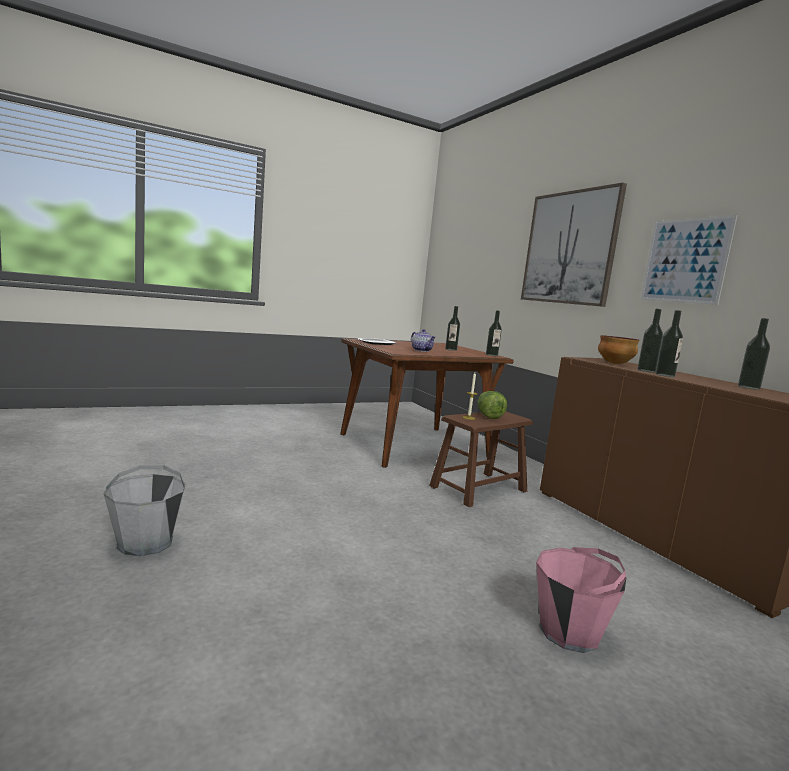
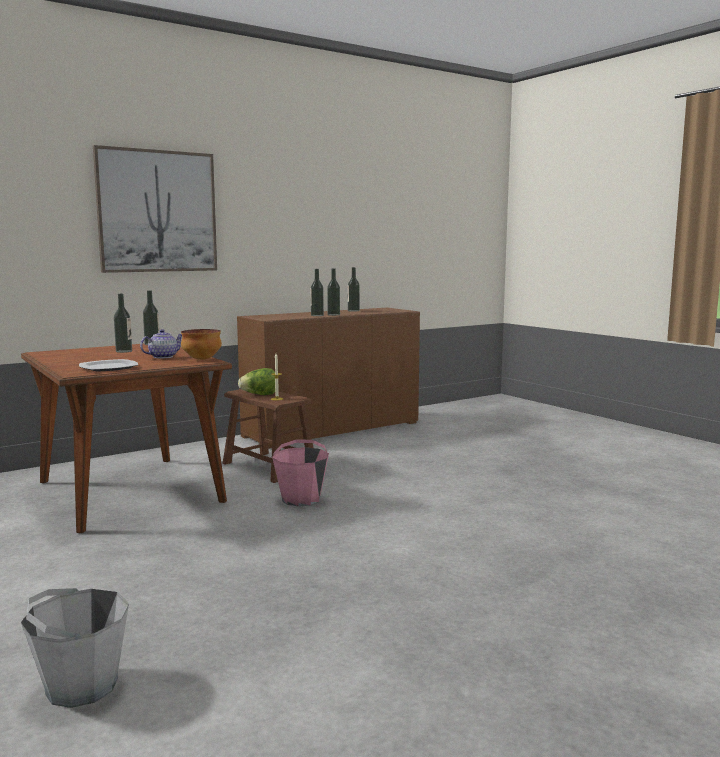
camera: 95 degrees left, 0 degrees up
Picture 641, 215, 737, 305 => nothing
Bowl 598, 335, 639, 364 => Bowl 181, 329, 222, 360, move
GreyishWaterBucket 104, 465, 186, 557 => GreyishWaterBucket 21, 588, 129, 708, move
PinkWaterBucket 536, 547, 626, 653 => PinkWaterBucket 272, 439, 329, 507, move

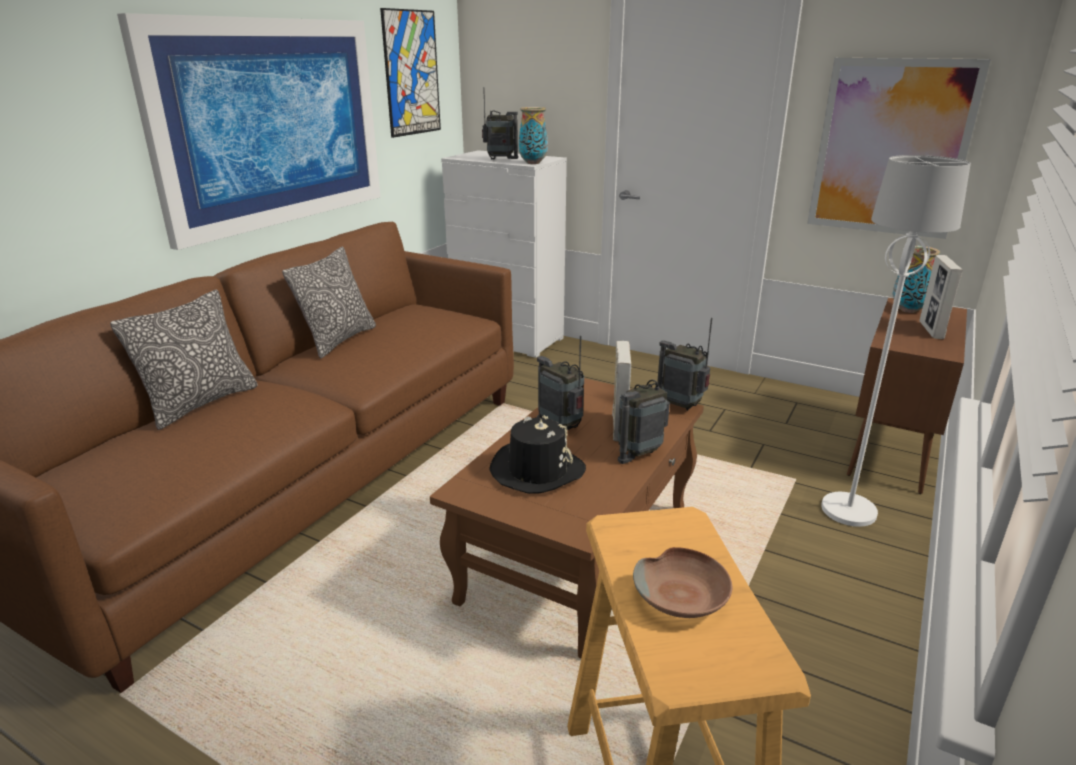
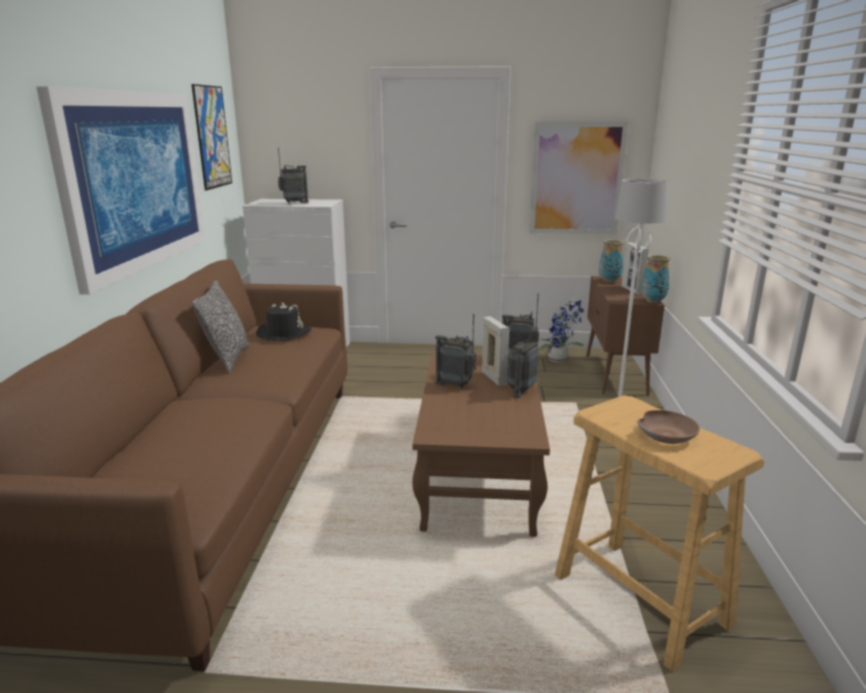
camera: 25 degrees left, 5 degrees down
Vase 518, 107, 548, 164 => Vase 641, 255, 671, 303, move
Pillow 110, 290, 258, 430 => nothing
BlackColouredHat 489, 415, 586, 494 => BlackColouredHat 256, 303, 312, 341, move
nothing => Houseplant 540, 298, 584, 363

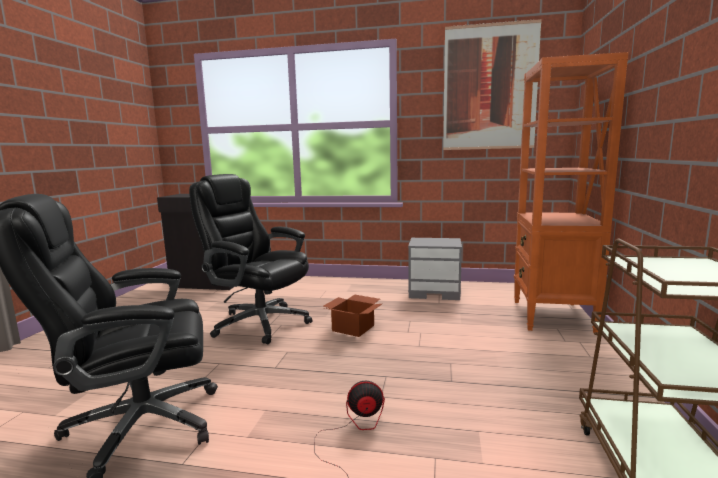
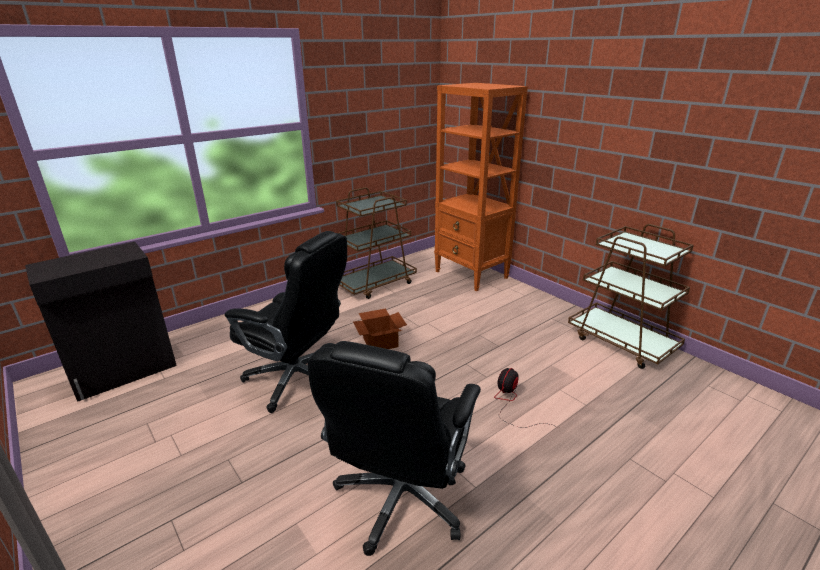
camera: 50 degrees left, 15 degrees up
Picture 443, 19, 542, 150 => nothing
BlackColouredOfficeChair 189, 174, 312, 344 => BlackColouredOfficeChair 225, 231, 347, 413, 135 degrees counterclockwise
GreyishNightstand 408, 238, 462, 300 => BrownColouredCart 336, 187, 417, 299

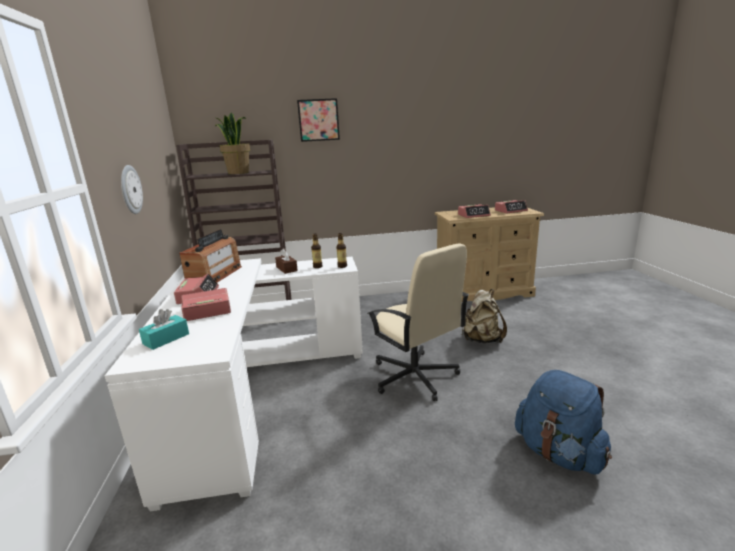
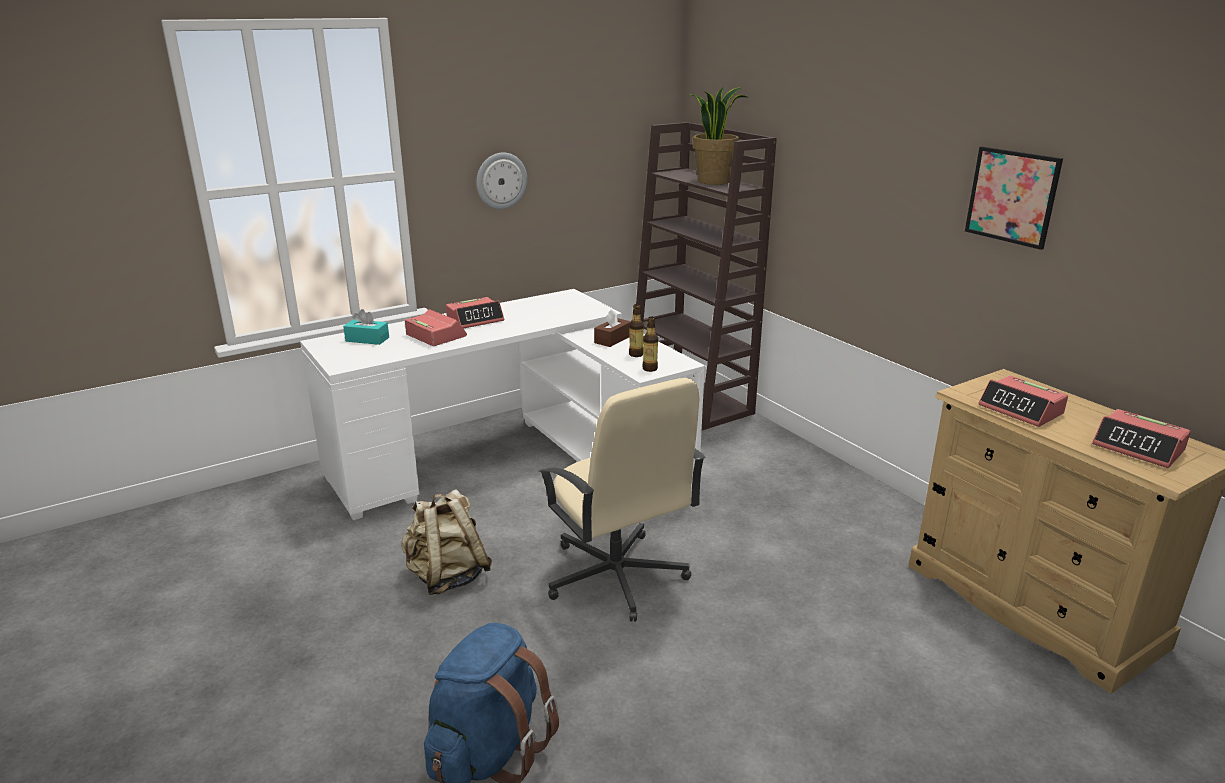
camera: 65 degrees right, 5 degrees up
Picture 297, 98, 340, 142 => Picture 965, 147, 1063, 250, move
RadioSet 179, 229, 242, 282 => nothing
BeigeOfficeChair 367, 243, 469, 401 => BeigeOfficeChair 538, 378, 706, 622, 60 degrees counterclockwise
BeigeKnapsack 462, 289, 507, 343 => BeigeKnapsack 401, 489, 493, 595, move

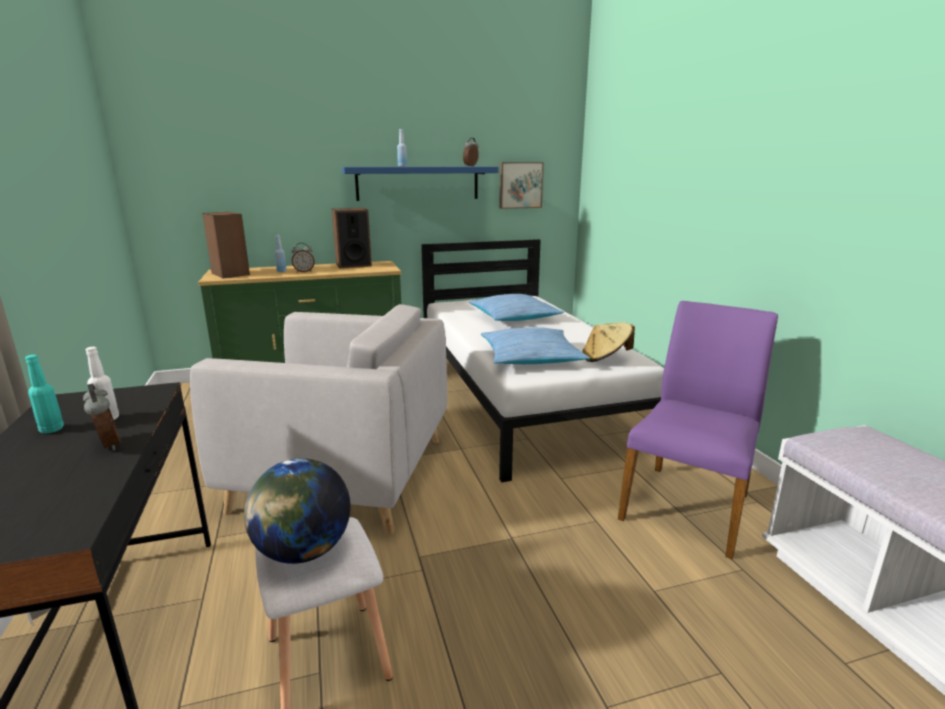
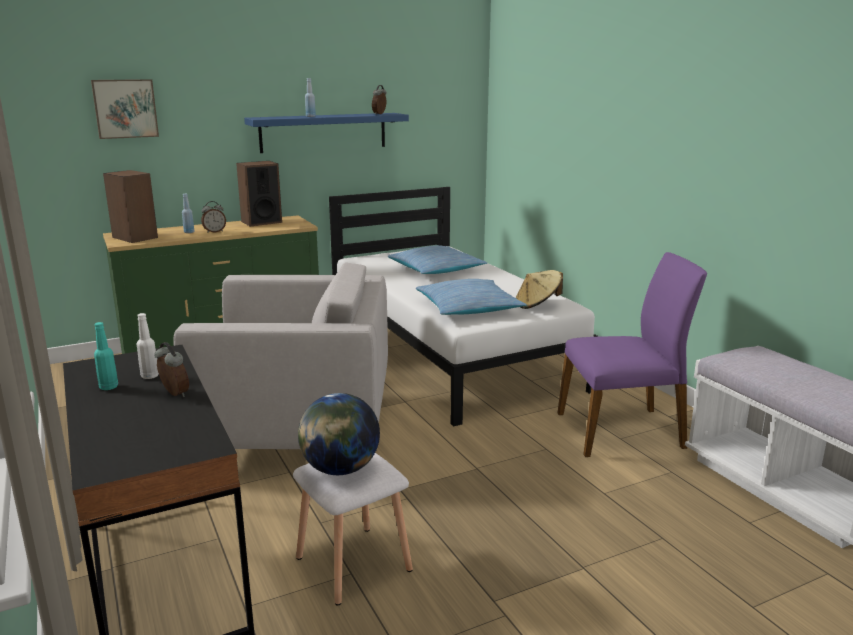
camera: 10 degrees left, 0 degrees up
Picture 499, 162, 544, 209 => Picture 91, 79, 159, 139, move
PurplePlainChair 618, 301, 778, 559 => PurplePlainChair 558, 252, 707, 457, 60 degrees clockwise

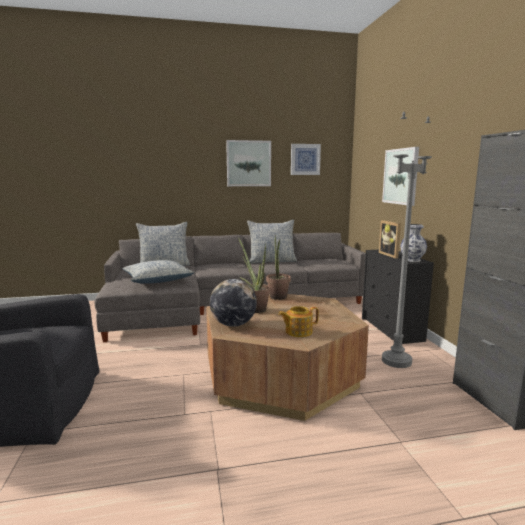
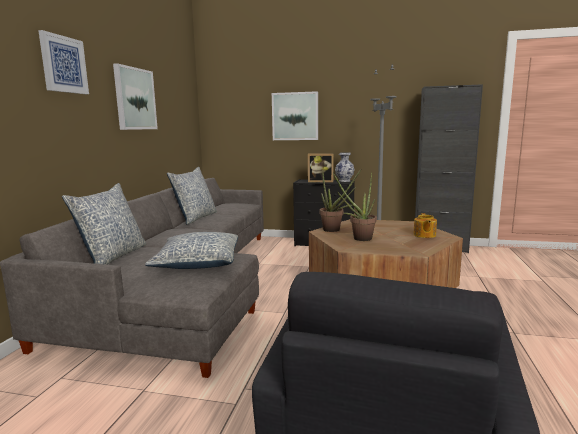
camera: 65 degrees left, 0 degrees up
Picture 291, 144, 321, 175 => Picture 38, 30, 89, 94, move
Globe 210, 279, 257, 327 => nothing

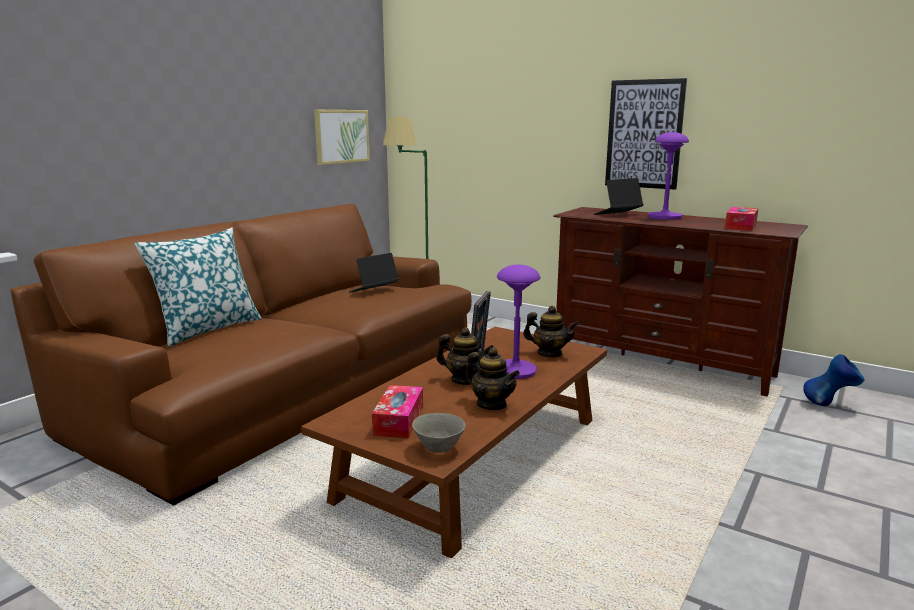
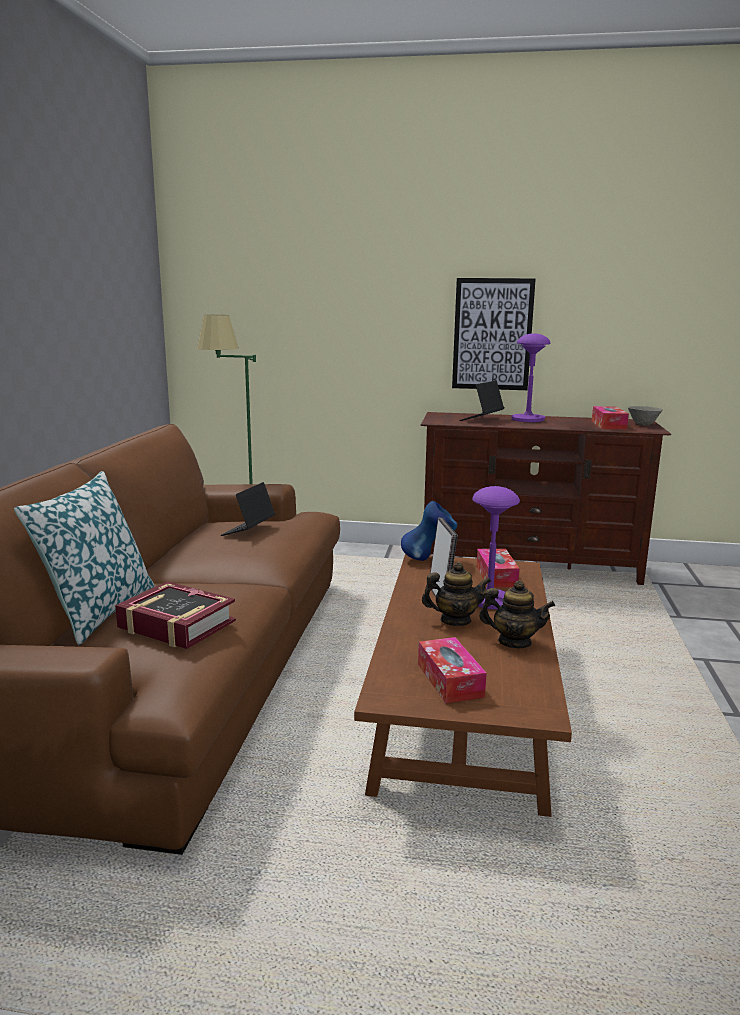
camera: 25 degrees left, 0 degrees up
Picture 314, 110, 370, 165 => nothing
Teapot 523, 306, 579, 357 => BoxOfTissues 477, 549, 520, 588
BlueColouredVase 803, 354, 864, 406 => BlueColouredVase 401, 501, 458, 561, move
GreyishBowl 412, 413, 466, 453 => GreyishBowl 628, 406, 663, 425, move
nothing => Volume 115, 581, 236, 649

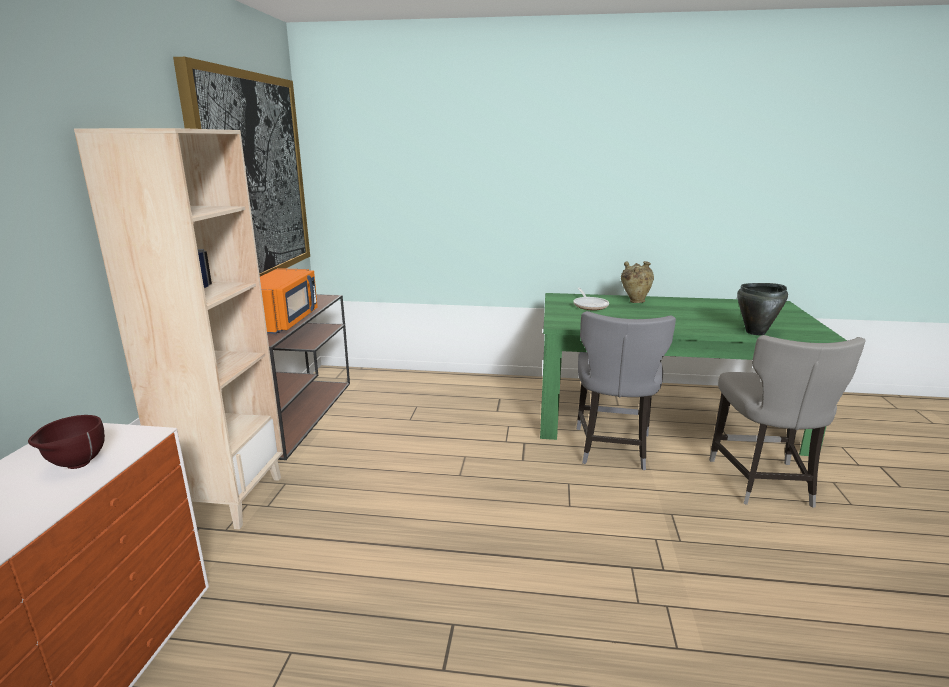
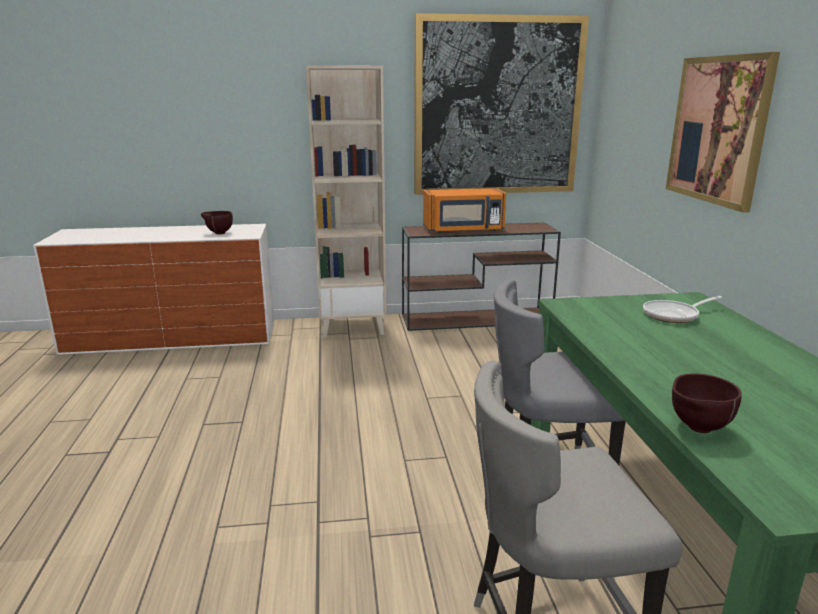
camera: 75 degrees right, 0 degrees up
BeigeVase 621, 261, 654, 303 => nothing
BlackColouredStockpot 737, 283, 788, 335 => BrownColouredBowl 672, 373, 742, 433
nothing => Picture 666, 52, 780, 213

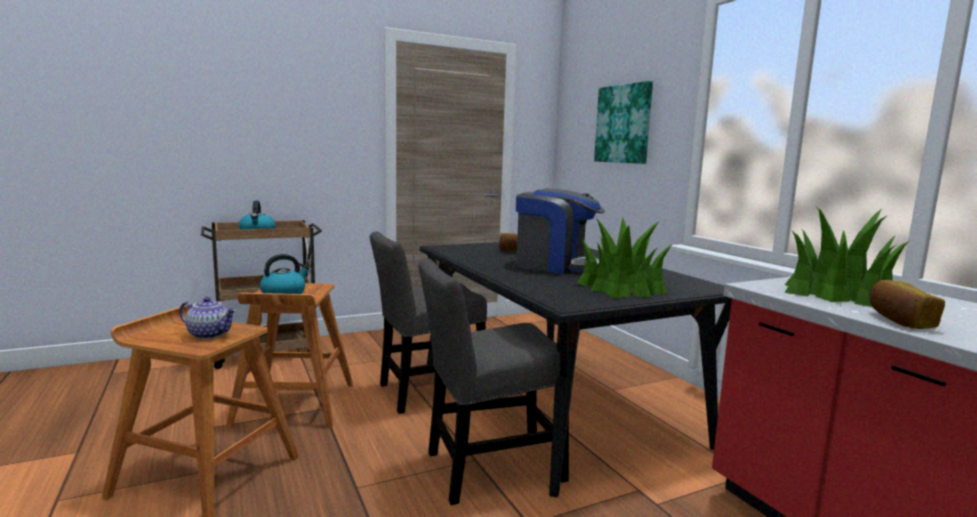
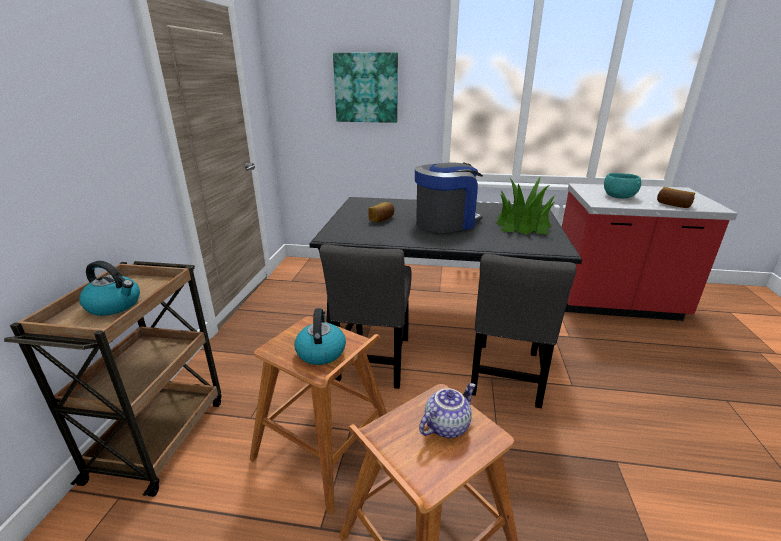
camera: 55 degrees left, 15 degrees up
Houseplant 784, 207, 909, 307 => TurquoiseColouredBowl 604, 173, 641, 199

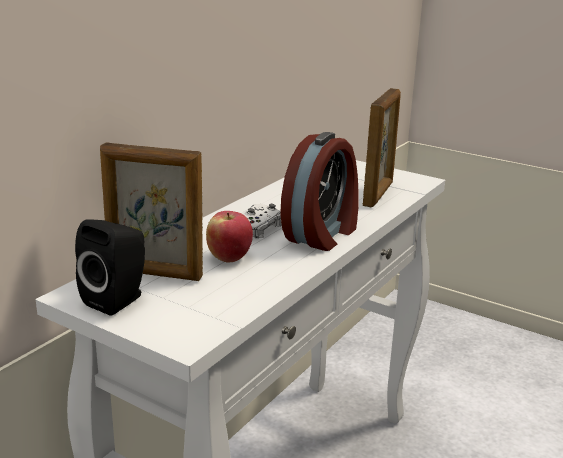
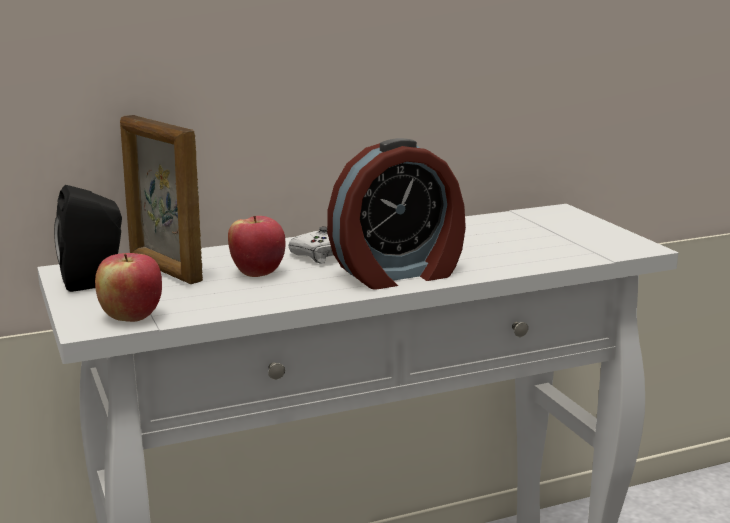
camera: 35 degrees right, 5 degrees down
PhotoFrame 362, 88, 401, 207 => nothing
nothing => AppleFruit 95, 253, 162, 322

